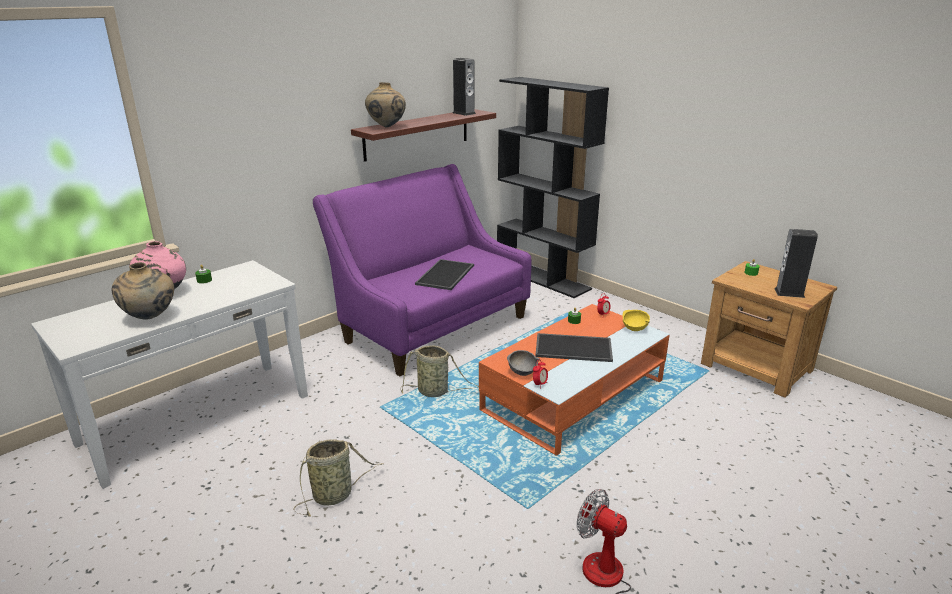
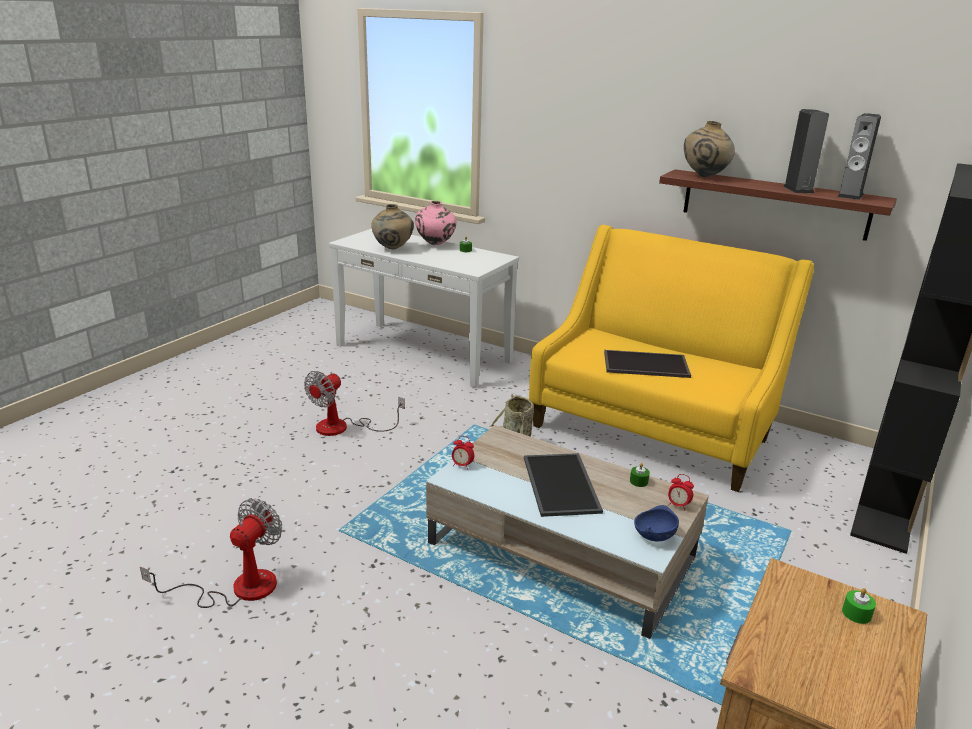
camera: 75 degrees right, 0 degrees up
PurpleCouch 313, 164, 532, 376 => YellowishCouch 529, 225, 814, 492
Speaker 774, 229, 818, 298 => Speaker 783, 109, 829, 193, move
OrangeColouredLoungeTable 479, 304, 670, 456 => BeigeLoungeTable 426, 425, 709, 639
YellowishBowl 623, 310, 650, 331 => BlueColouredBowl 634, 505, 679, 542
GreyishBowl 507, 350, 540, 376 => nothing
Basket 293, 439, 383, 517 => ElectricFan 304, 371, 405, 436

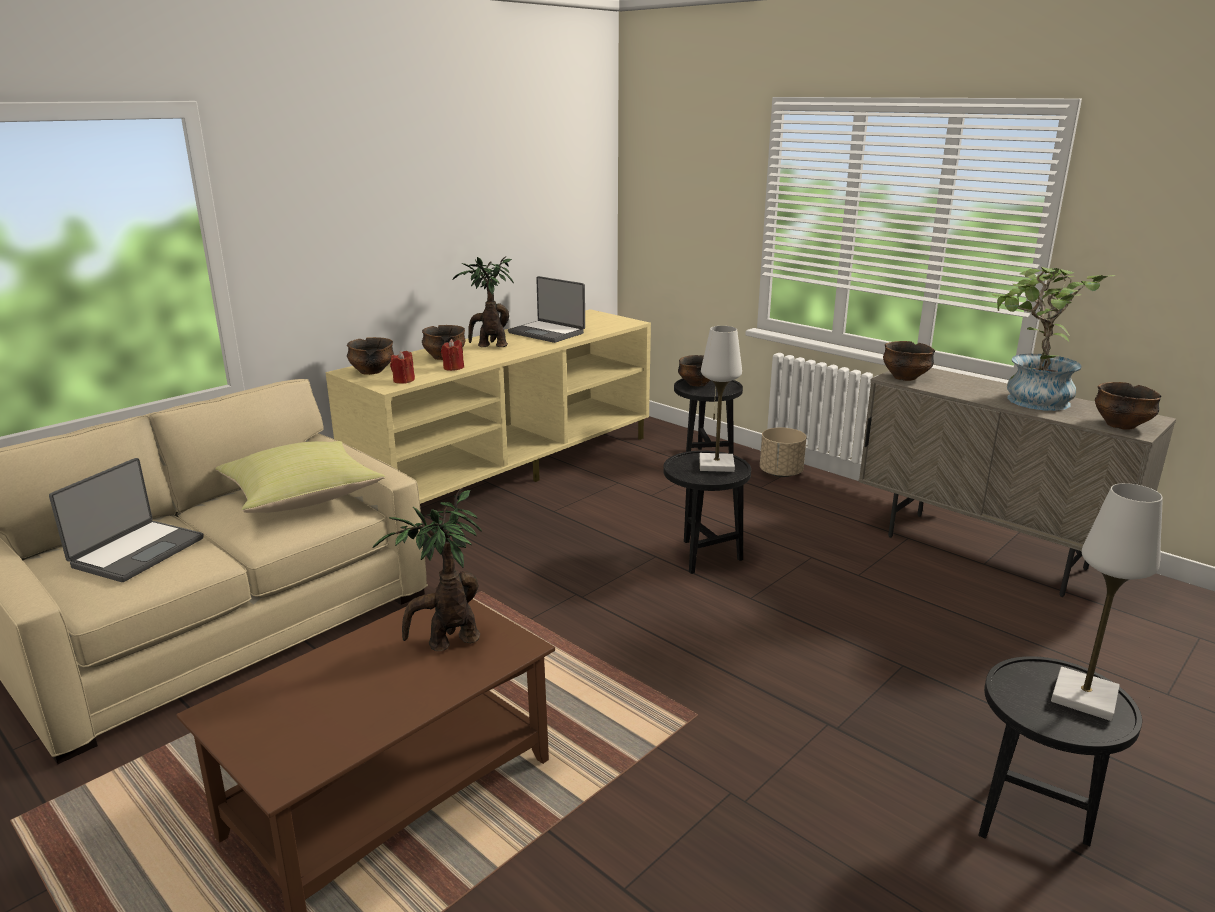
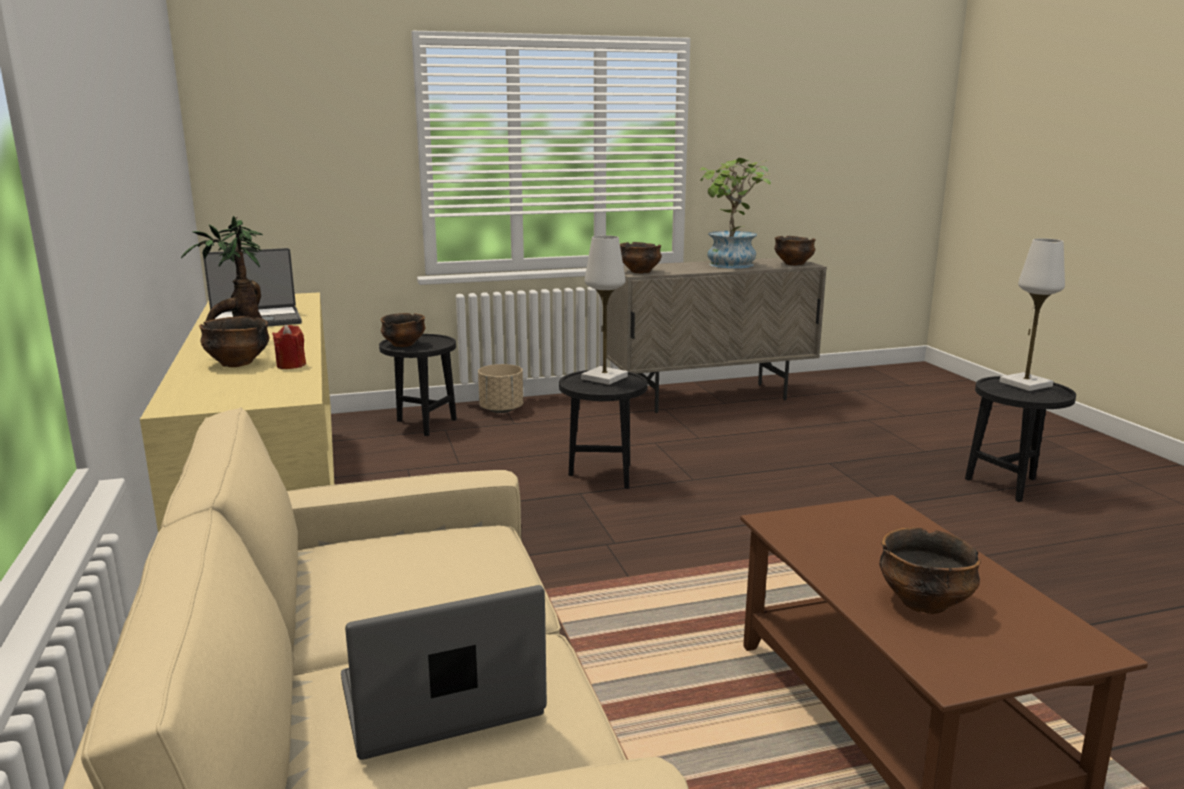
camera: 60 degrees left, 5 degrees down
Bowl 347, 337, 394, 375 => Bowl 879, 527, 981, 614, move
RedColouredWaxLight 390, 351, 415, 384 => nothing
YellowishPillow 215, 441, 385, 513 => nothing
PortableComputer 49, 458, 204, 582 => PortableComputer 341, 585, 547, 760, 75 degrees counterclockwise
Houseplant 372, 488, 482, 651 => nothing

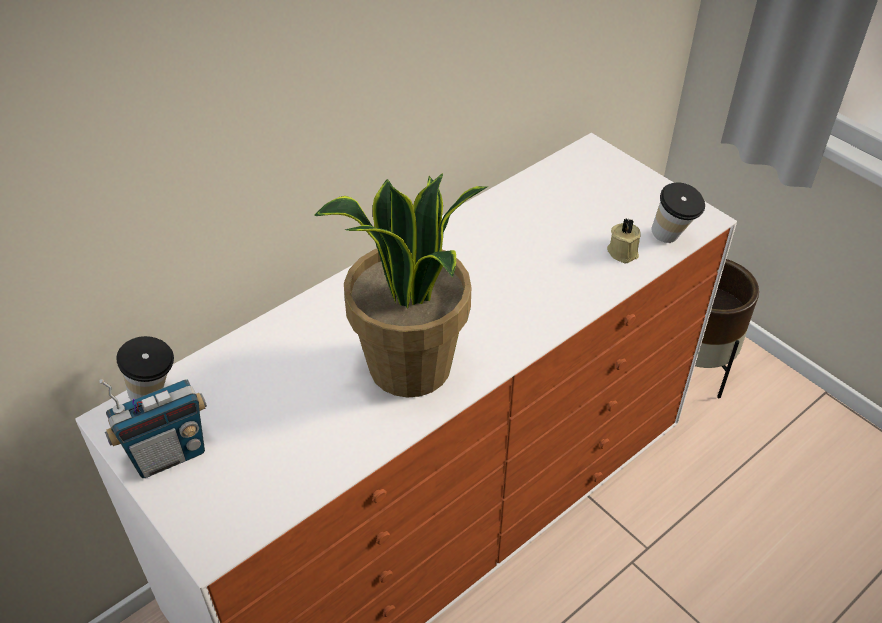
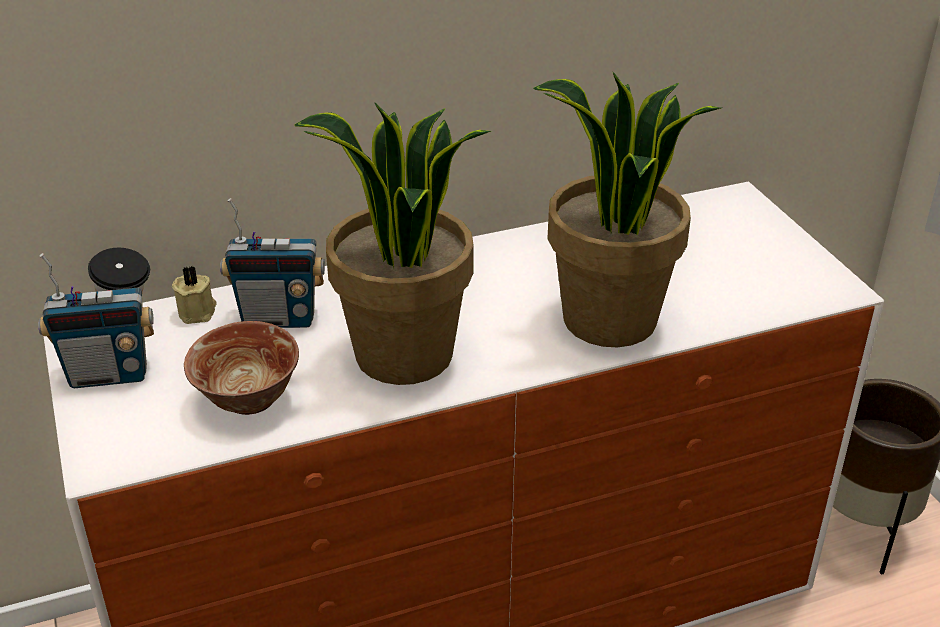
camera: 20 degrees right, 10 degrees down
SmallCup 652, 182, 705, 243 => nothing
BeigeWaxLight 607, 218, 641, 263 => BeigeWaxLight 172, 266, 217, 324, move
nothing => Houseplant 533, 72, 721, 347
nothing => RadioSet 220, 198, 325, 328
nothing => Bowl 184, 321, 299, 415

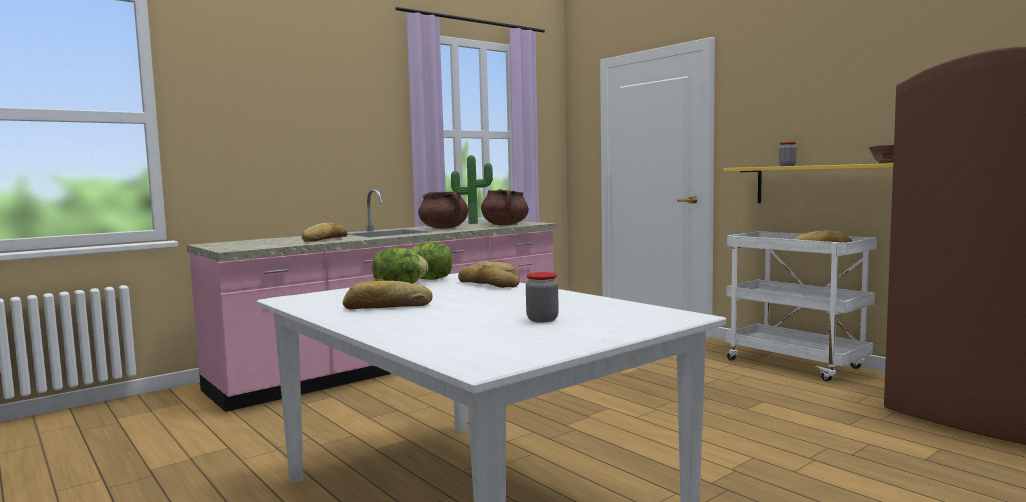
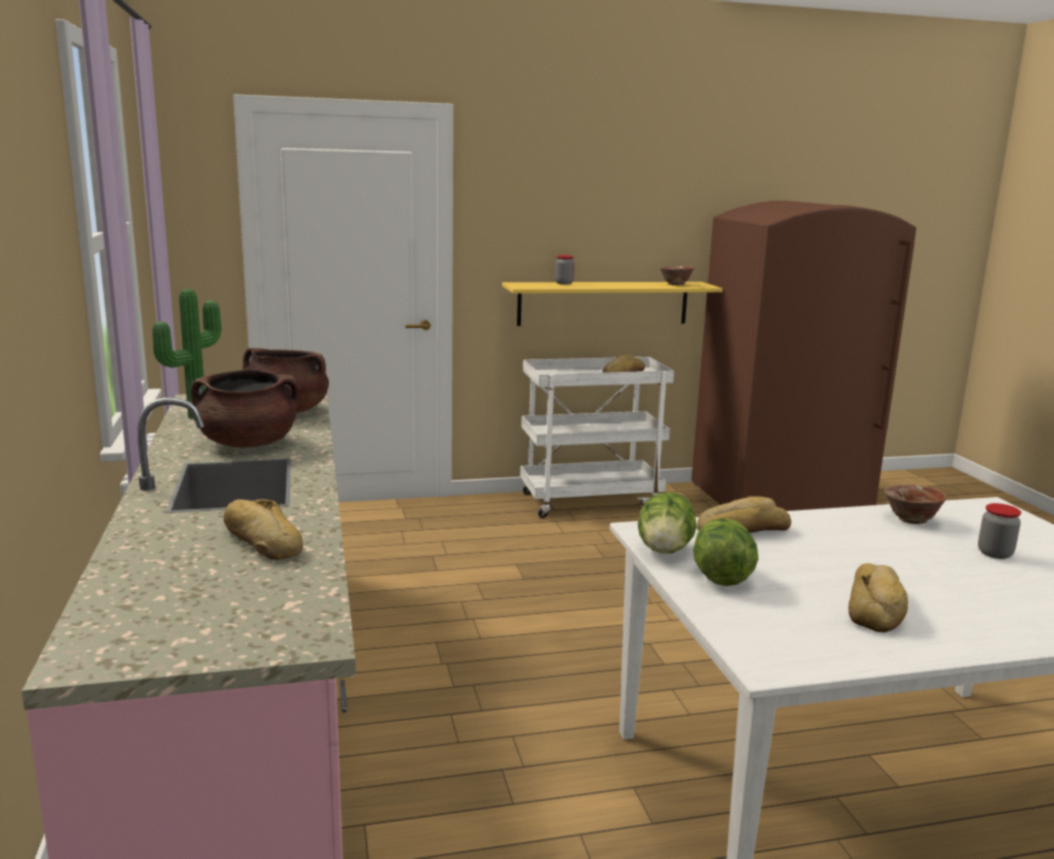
camera: 65 degrees left, 10 degrees up
nothing => Bowl 884, 485, 946, 524

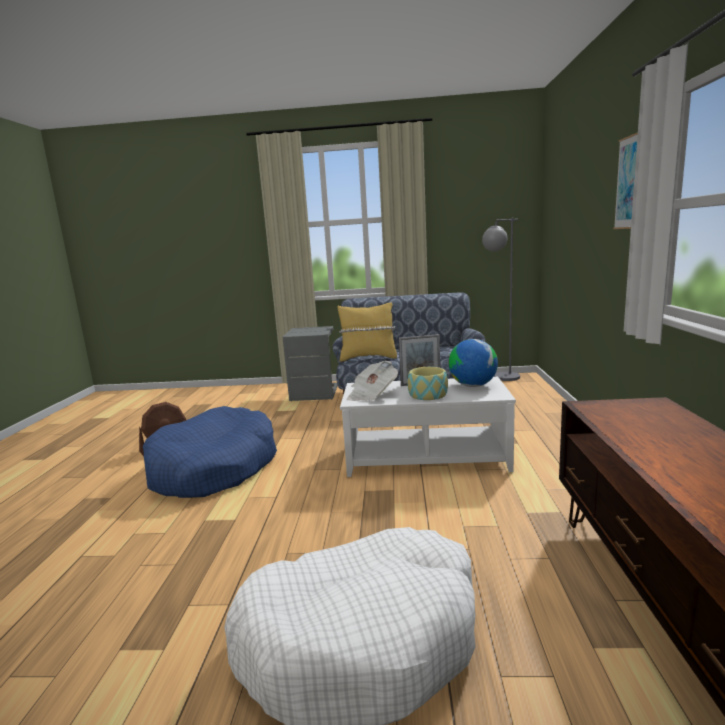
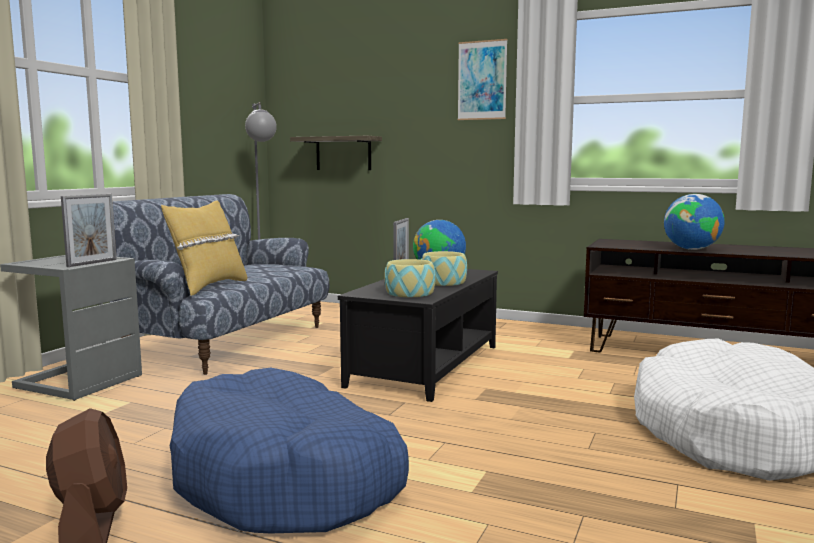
camera: 70 degrees left, 5 degrees down
DailyPaper 347, 361, 398, 401 => Bowl 384, 259, 436, 297
WhiteColouredLoungeTable 340, 377, 516, 477 => BlackColouredLoungeTable 338, 269, 498, 402
nothing => WallShelf 290, 136, 382, 170
nothing => PhotoFrame 61, 194, 117, 267
nothing => Globe 664, 194, 725, 250

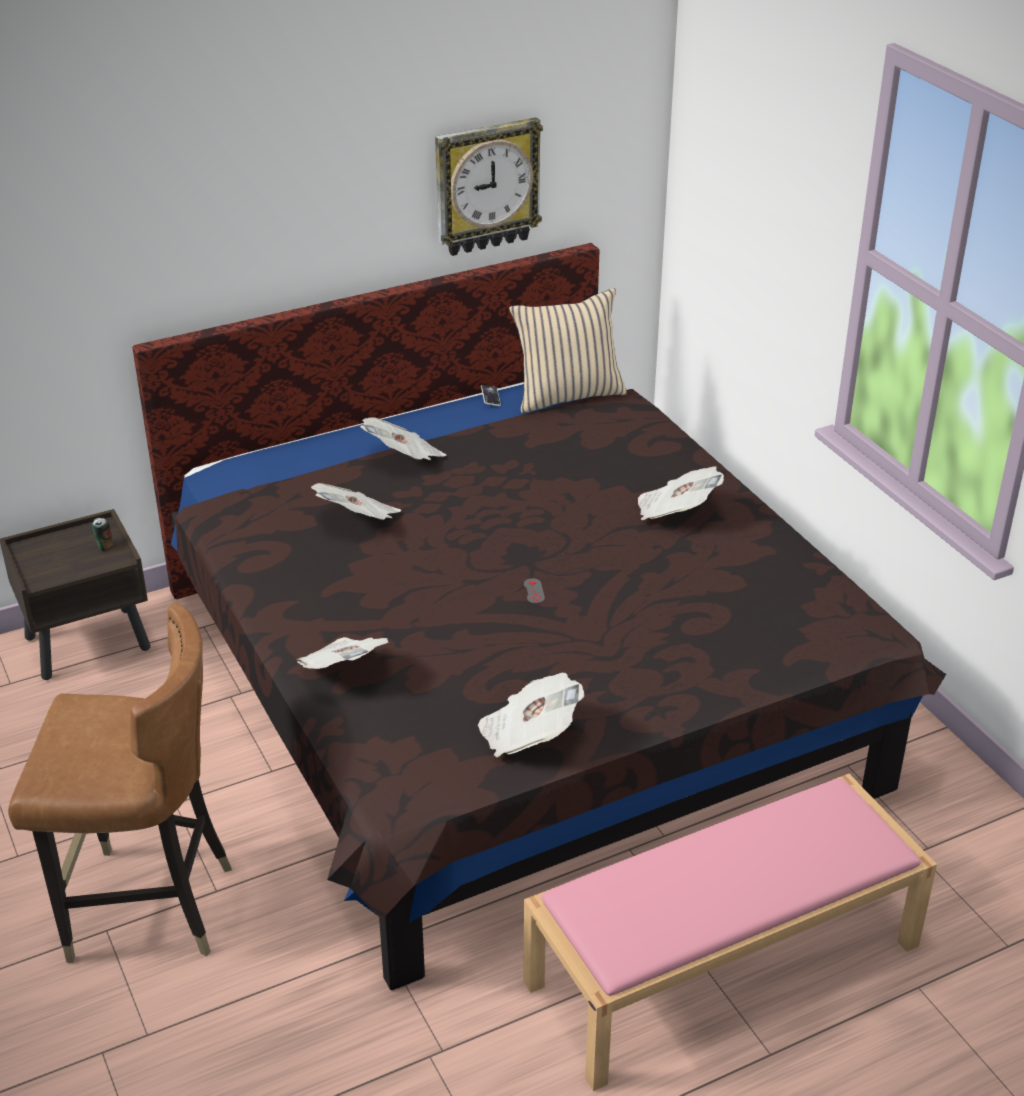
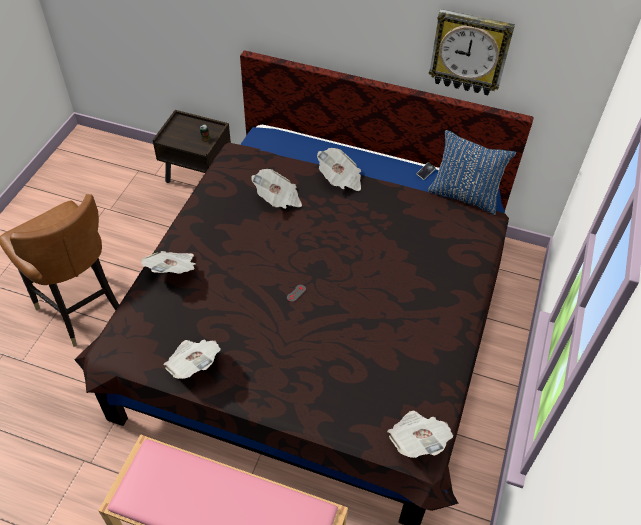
camera: 45 degrees right, 15 degrees up
BeigePillow 509, 288, 627, 413 => BlueColouredPillow 428, 130, 516, 215
DailyPaper 638, 466, 724, 520 => DailyPaper 387, 411, 453, 458, move

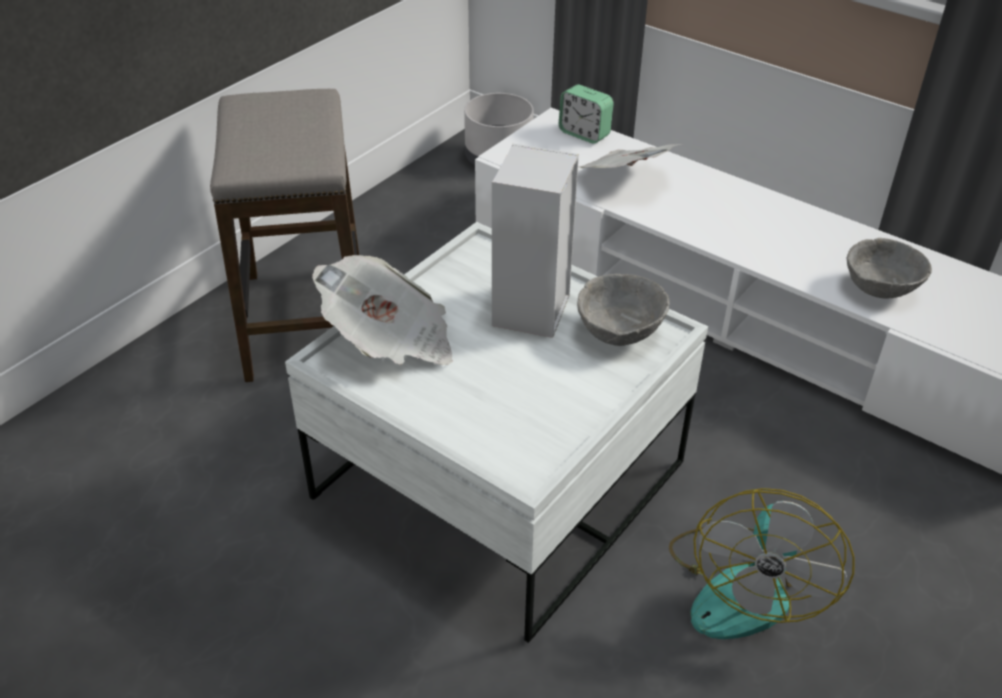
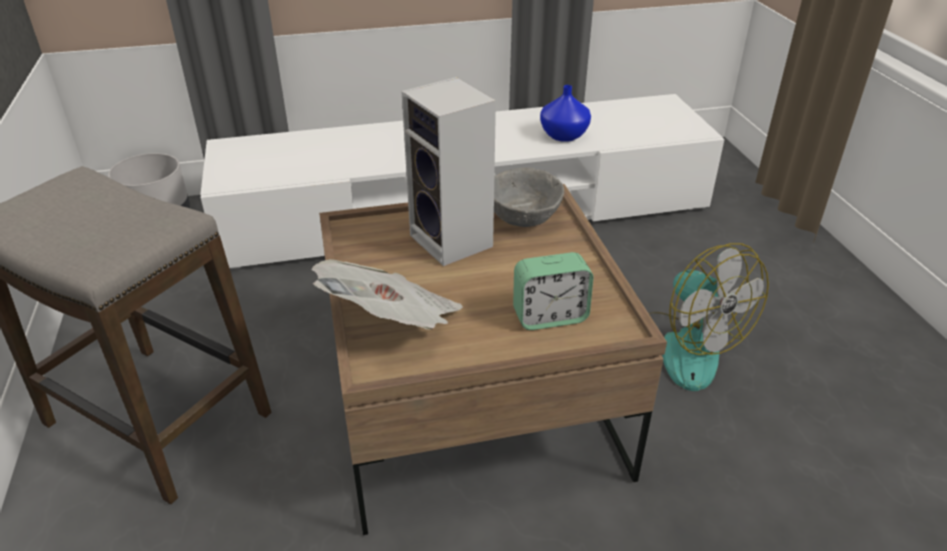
camera: 50 degrees left, 5 degrees down
AlarmClock 559, 84, 614, 144 => AlarmClock 513, 252, 594, 330, move
DailyPaper 579, 144, 681, 168 => nothing
WhiteColouredLoungeTable 285, 222, 708, 643 => BrownColouredLoungeTable 319, 184, 667, 535
GreyishBowl 846, 238, 932, 299 => BlueColouredVase 540, 85, 591, 142

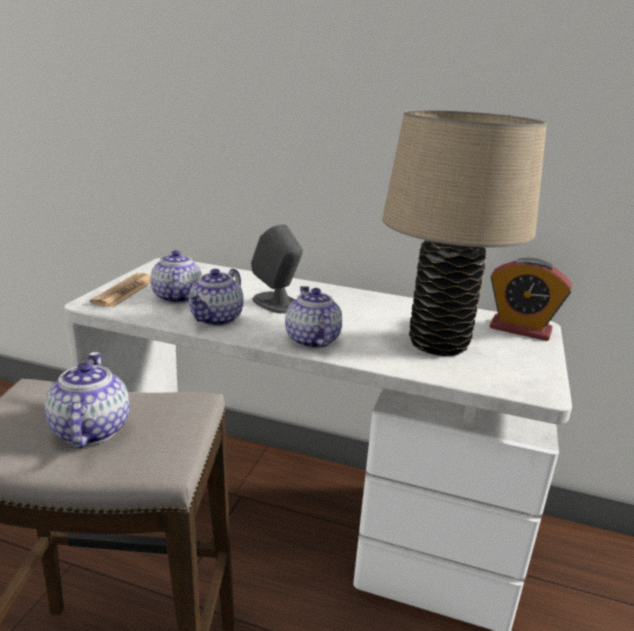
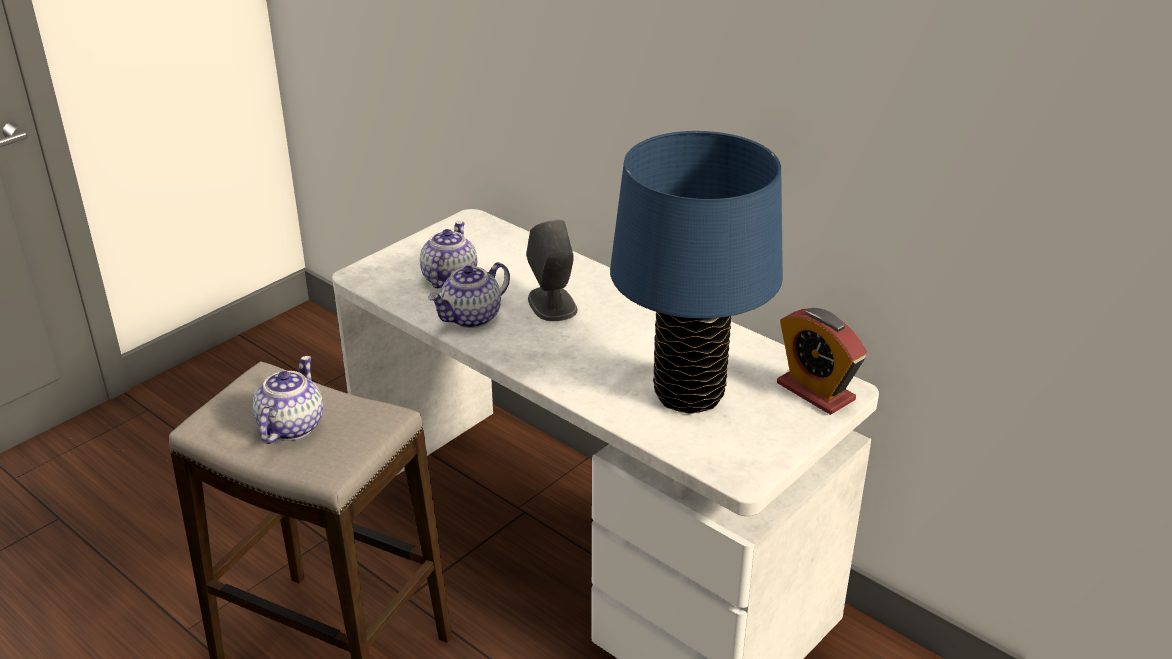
camera: 25 degrees right, 10 degrees up
BeigeTabletopLamp 382, 109, 547, 356 => BlueColouredTabletopLamp 610, 131, 783, 414
DailyPaper 90, 273, 151, 307 => nothing
Teapot 285, 286, 343, 349 => nothing

